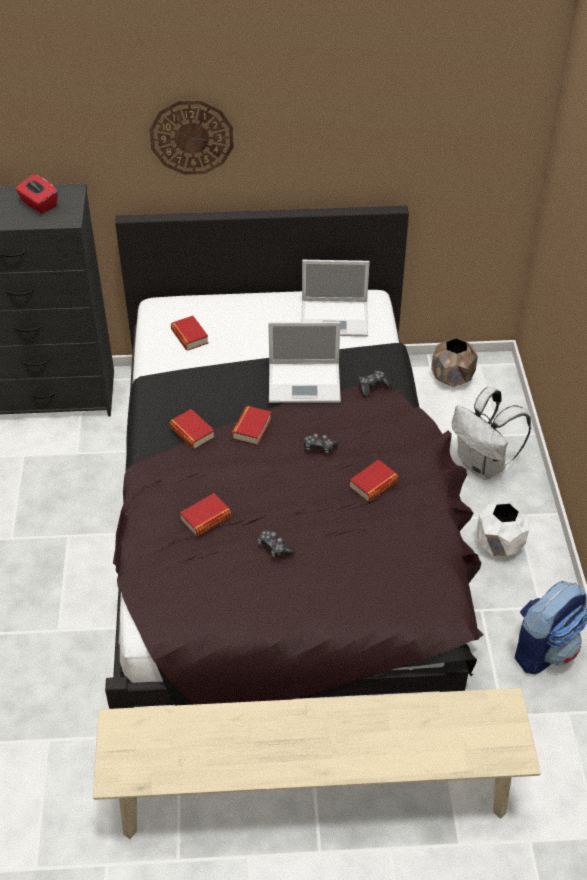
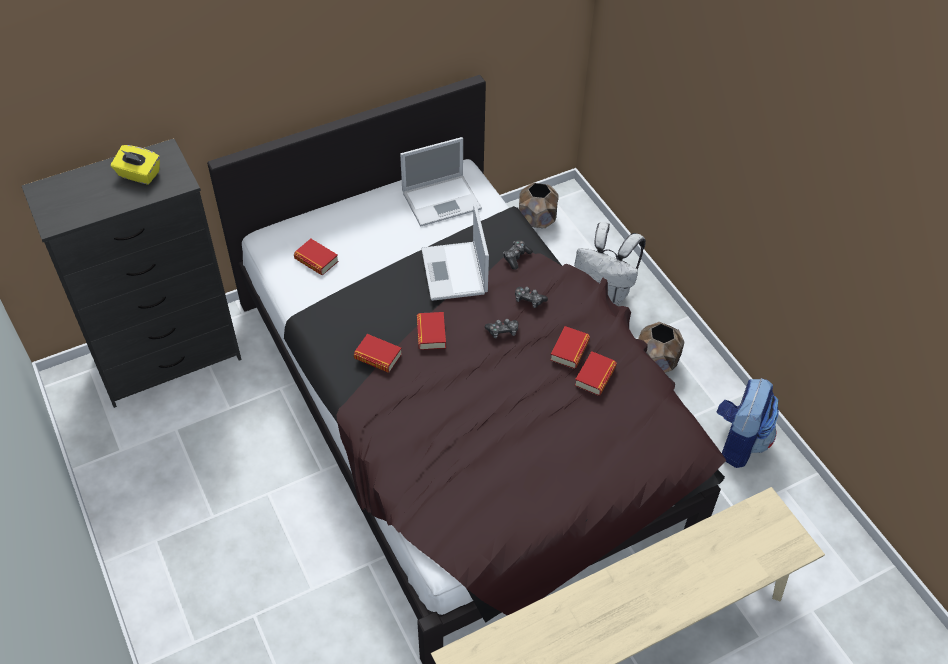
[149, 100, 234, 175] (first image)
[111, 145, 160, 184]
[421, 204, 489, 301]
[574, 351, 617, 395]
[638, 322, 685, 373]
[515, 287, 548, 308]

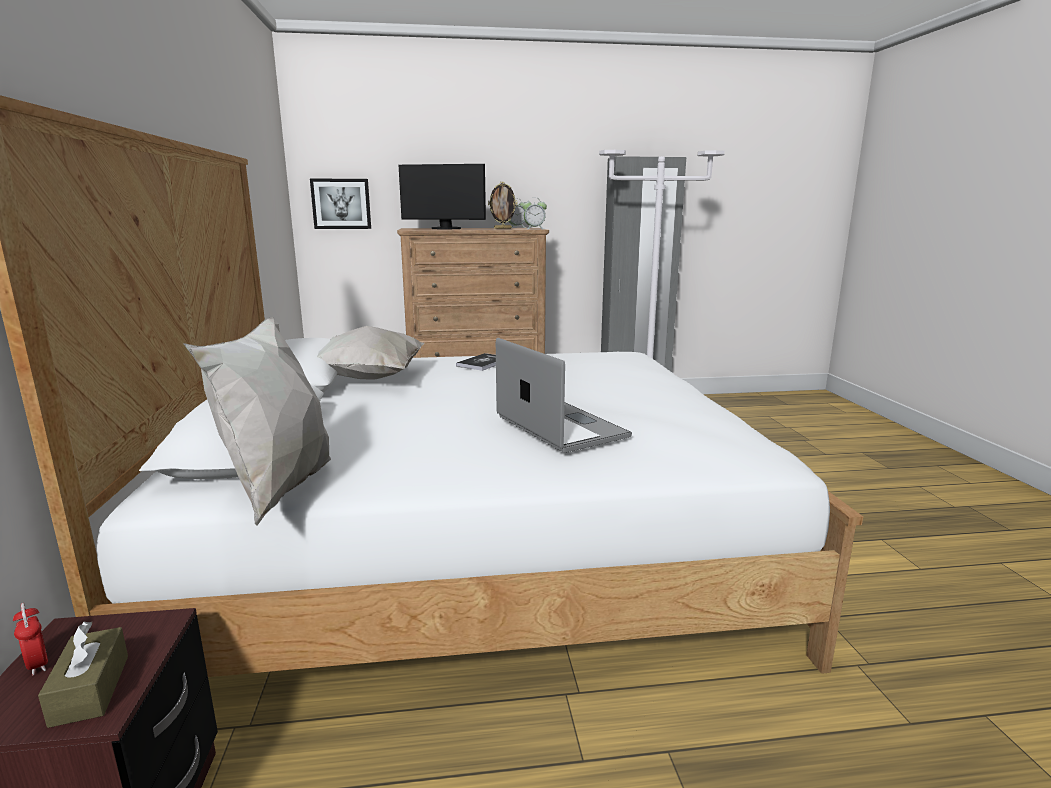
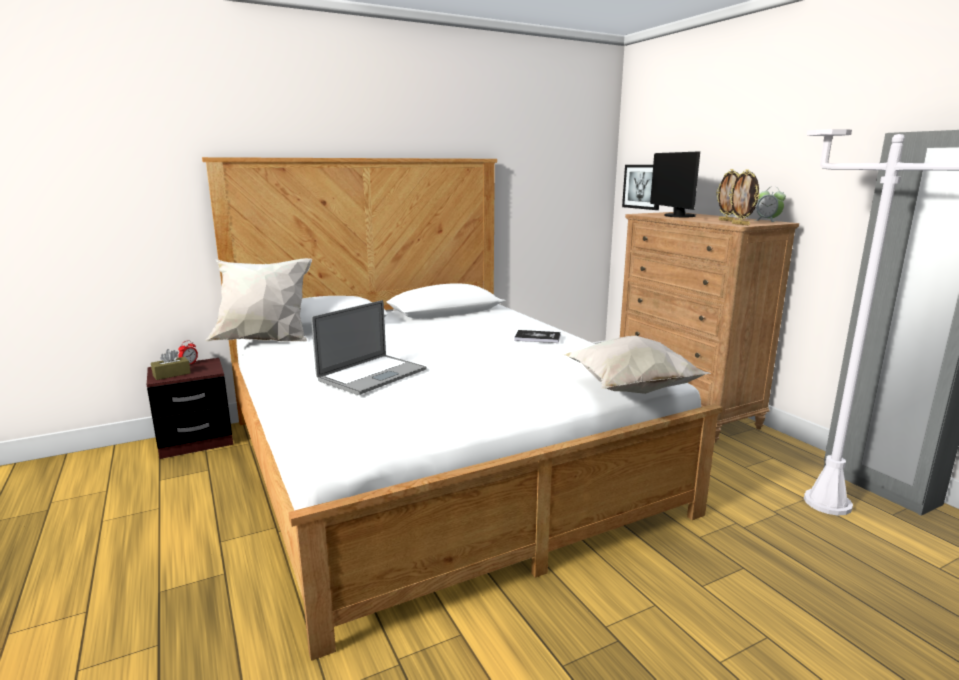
[729, 169, 760, 225]
[561, 336, 711, 394]

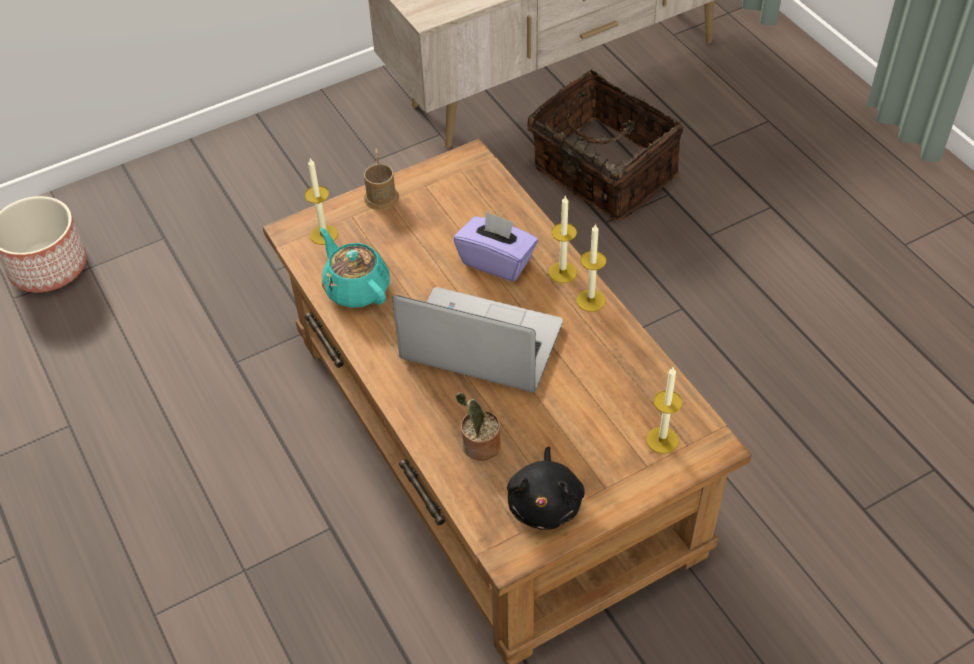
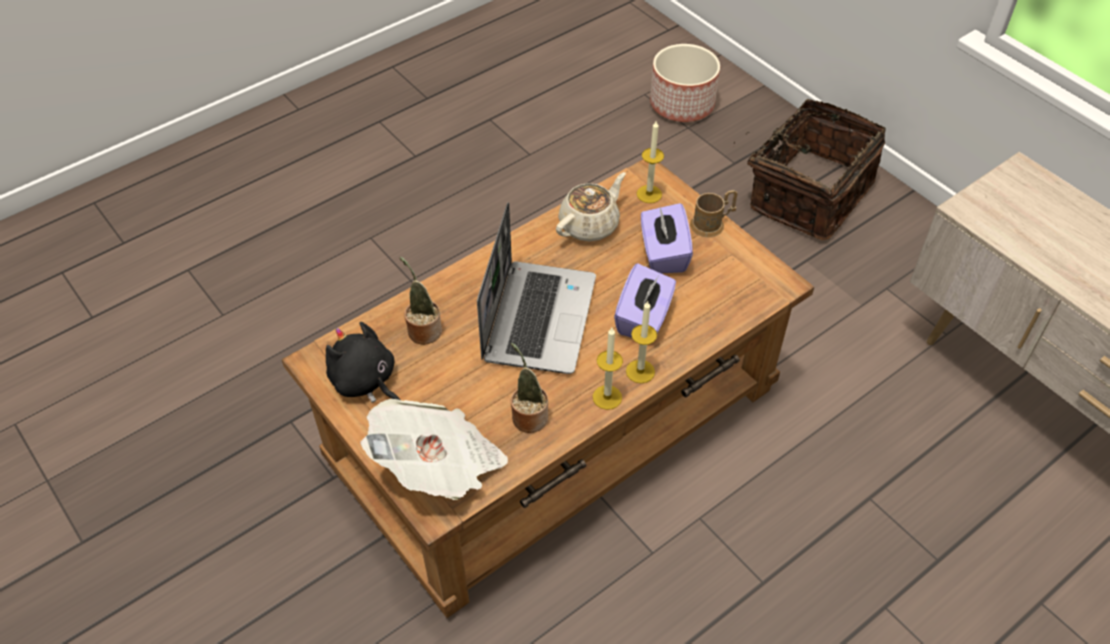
[733, 99, 886, 241]
[556, 172, 626, 241]
[360, 399, 508, 500]
[326, 322, 400, 402]
[641, 203, 693, 273]
[510, 343, 548, 433]

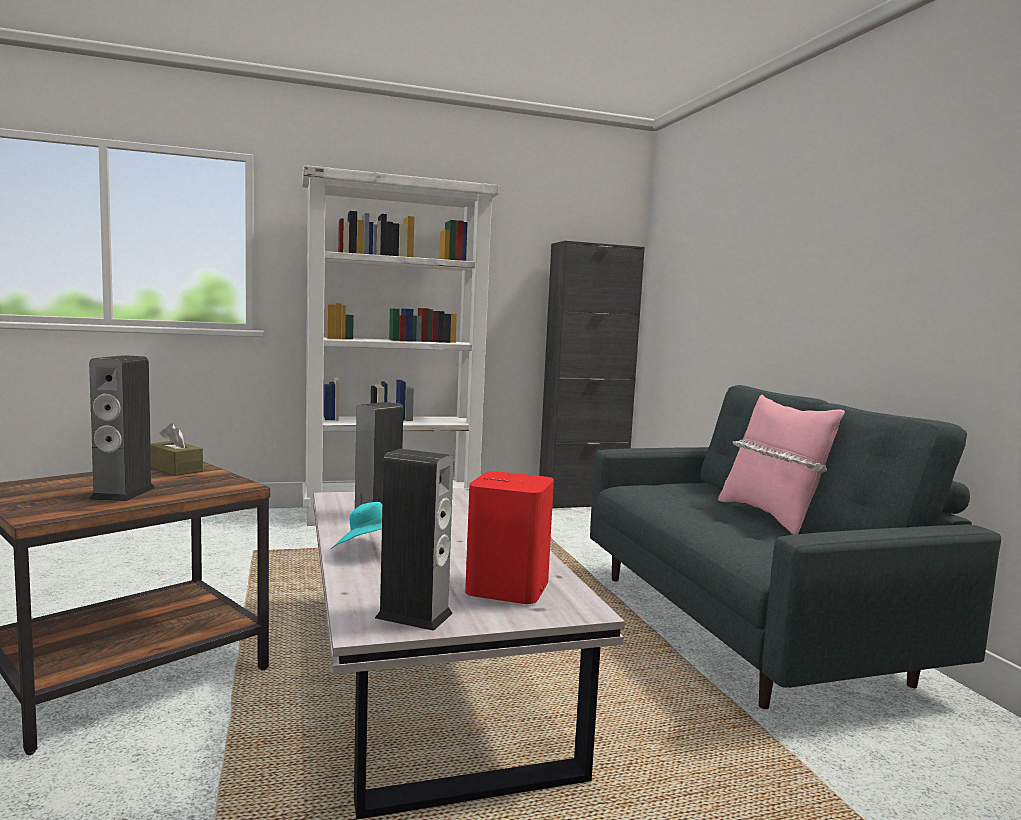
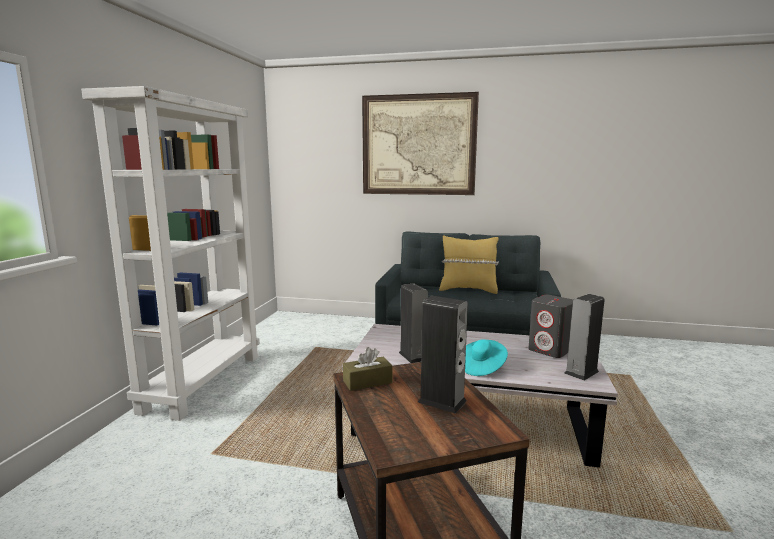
[539, 241, 645, 508] (first image)
[439, 235, 499, 294]
[528, 295, 573, 358]
[362, 92, 479, 195]

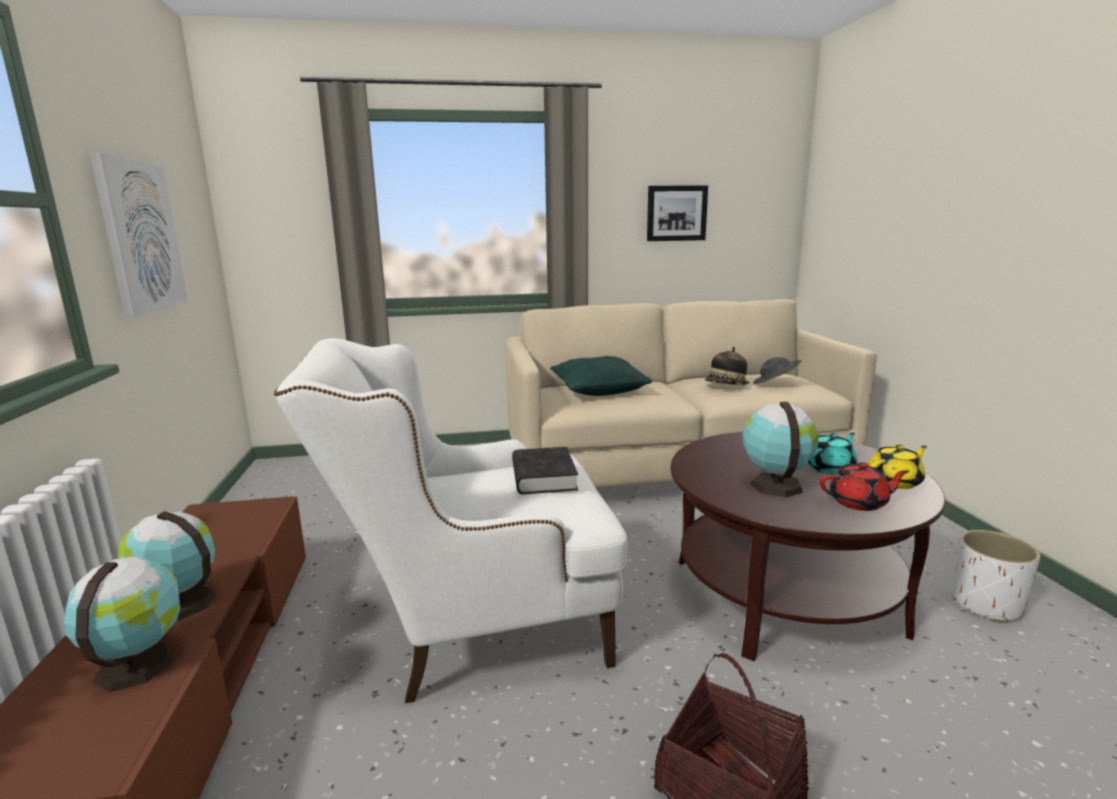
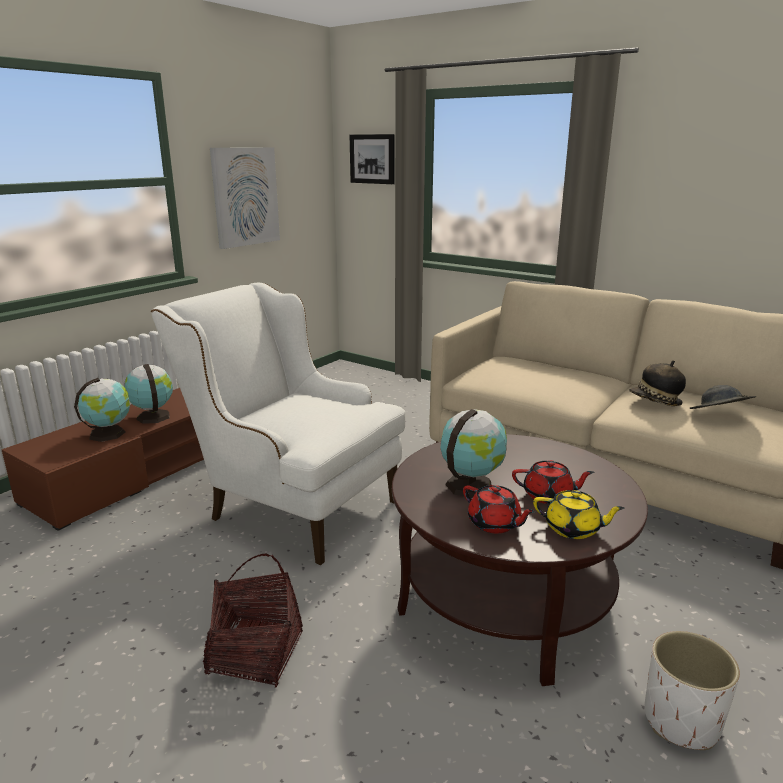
[349, 134, 394, 184]
[550, 356, 652, 396] (first image)
[512, 460, 594, 504]
[512, 447, 578, 494] (first image)

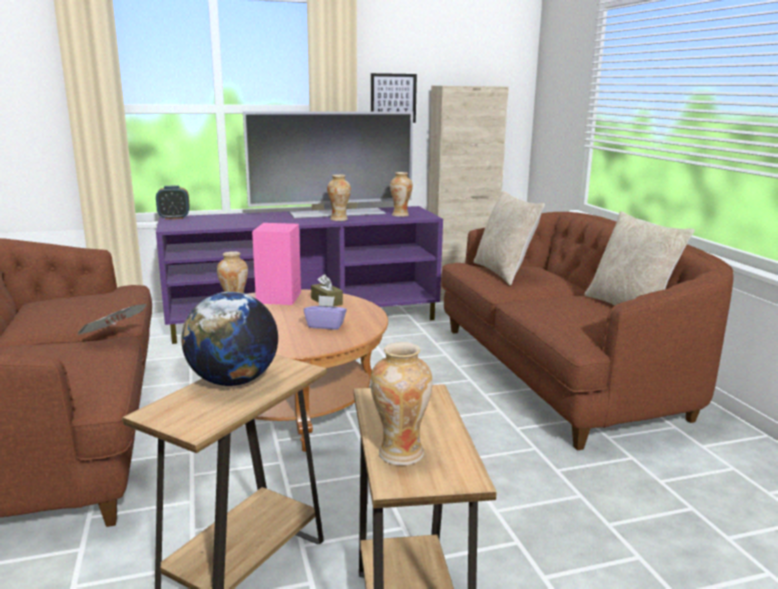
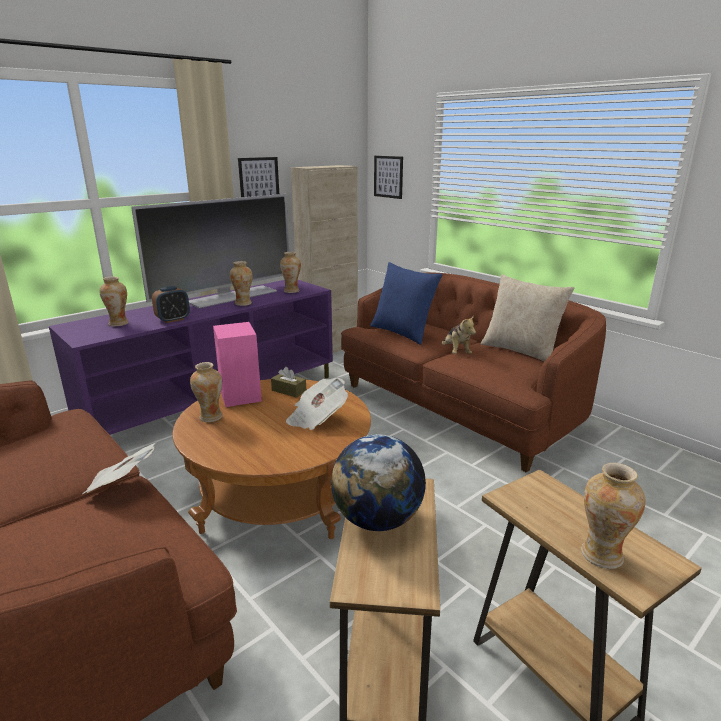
[152, 286, 190, 323]
[370, 262, 442, 345]
[286, 378, 348, 430]
[374, 156, 403, 199]
[99, 276, 129, 326]
[442, 315, 476, 354]

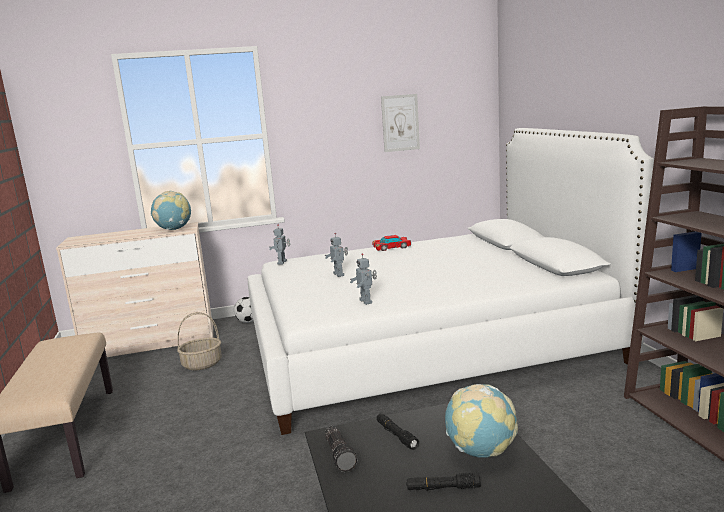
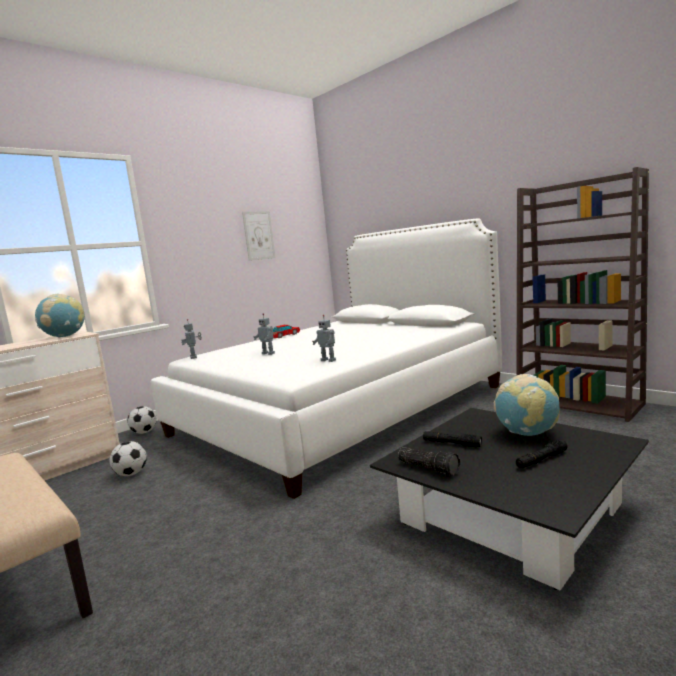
[110, 441, 147, 476]

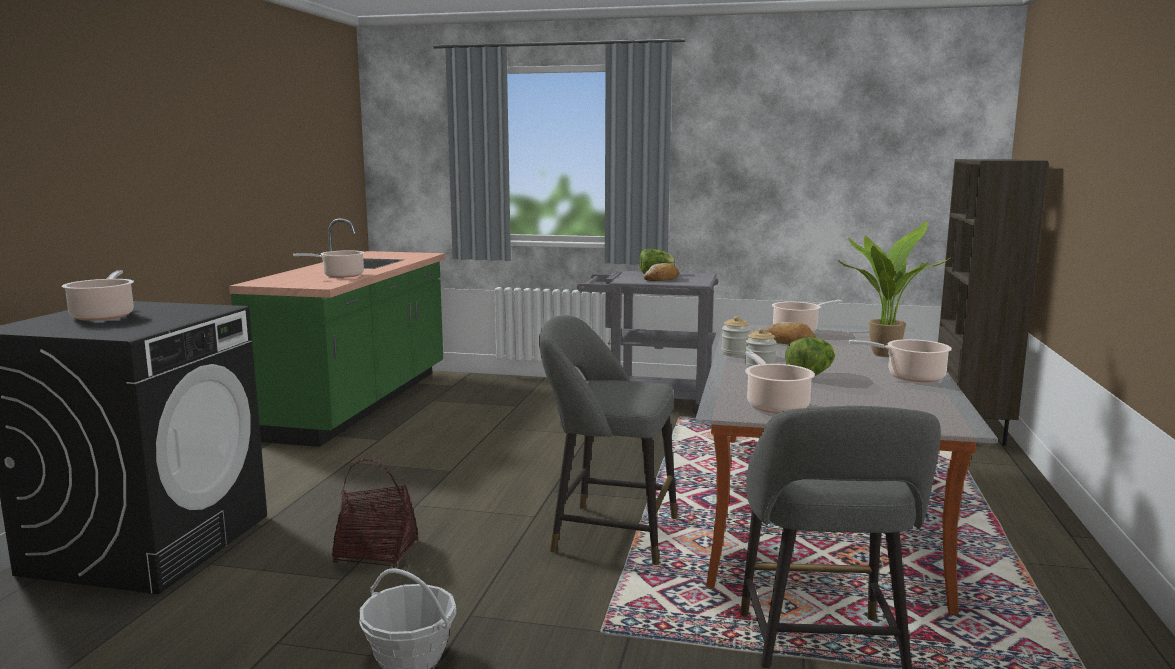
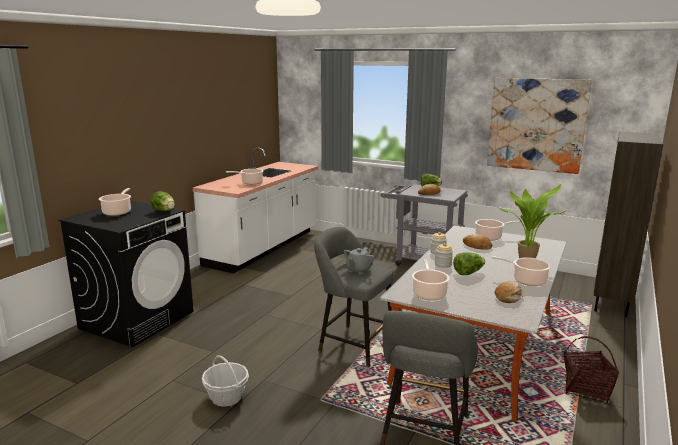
[193, 148, 318, 273]
[564, 336, 619, 404]
[487, 78, 592, 174]
[150, 191, 175, 211]
[344, 247, 375, 275]
[494, 281, 523, 303]

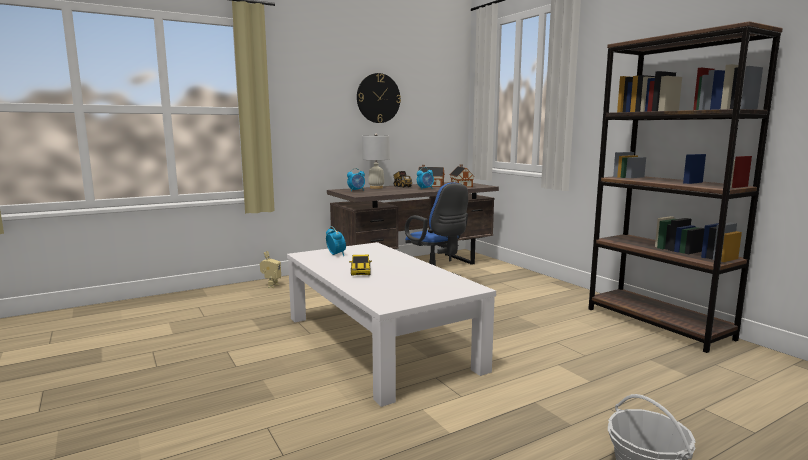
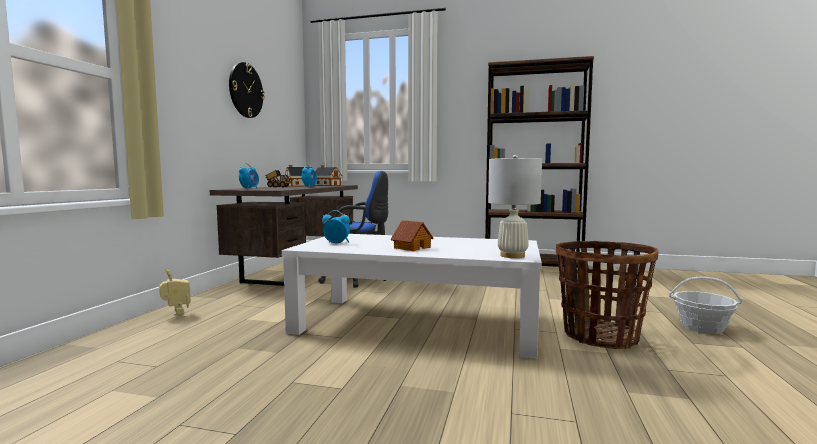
[488, 155, 542, 258]
[390, 220, 433, 251]
[556, 241, 659, 349]

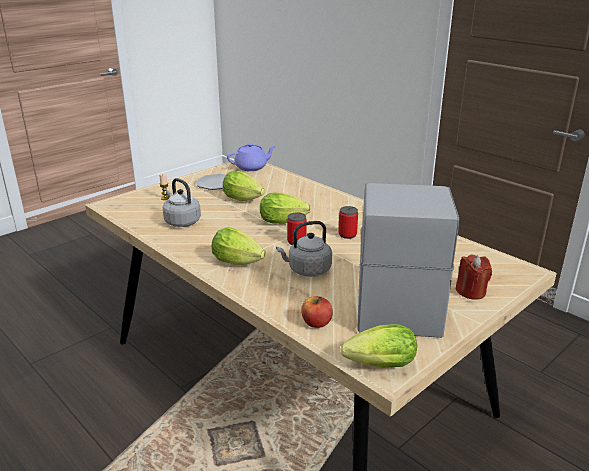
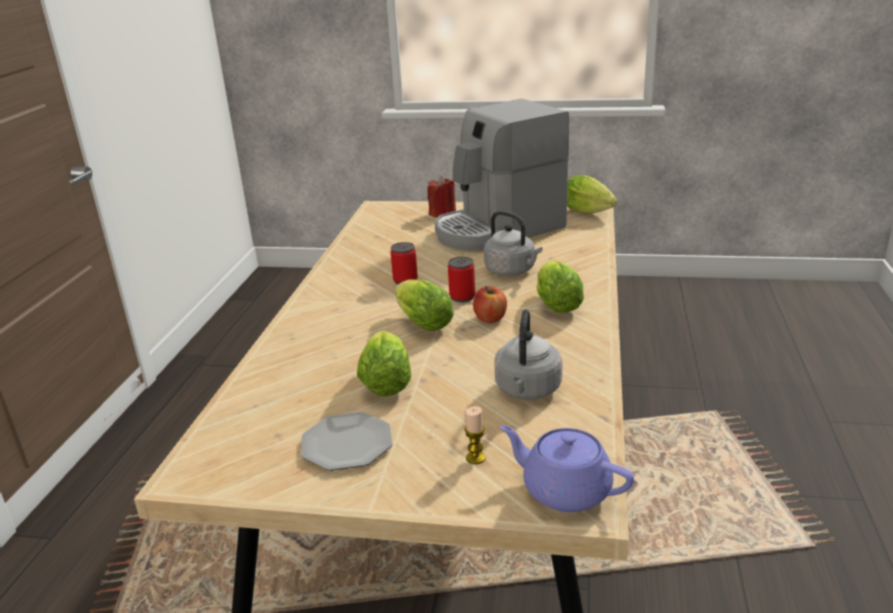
[500, 426, 634, 512]
[473, 286, 507, 323]

